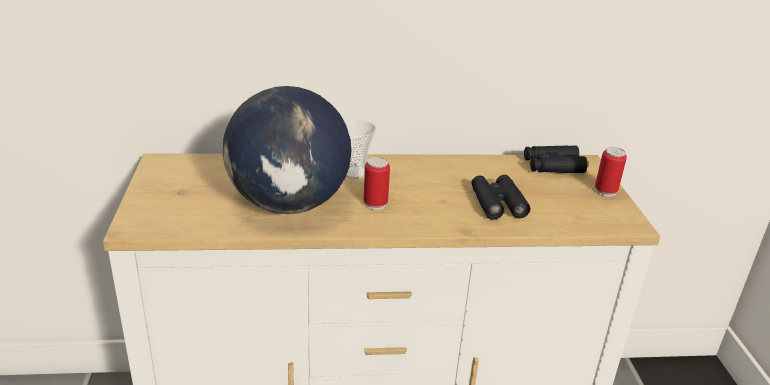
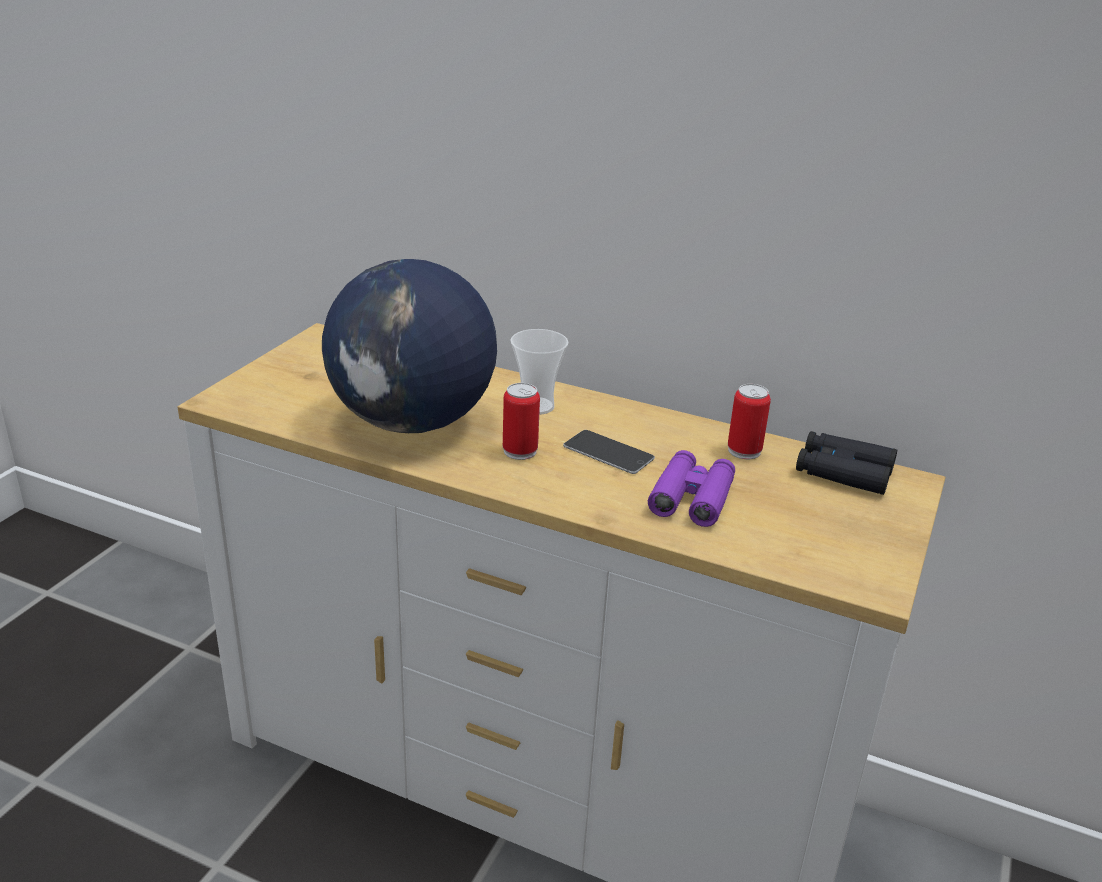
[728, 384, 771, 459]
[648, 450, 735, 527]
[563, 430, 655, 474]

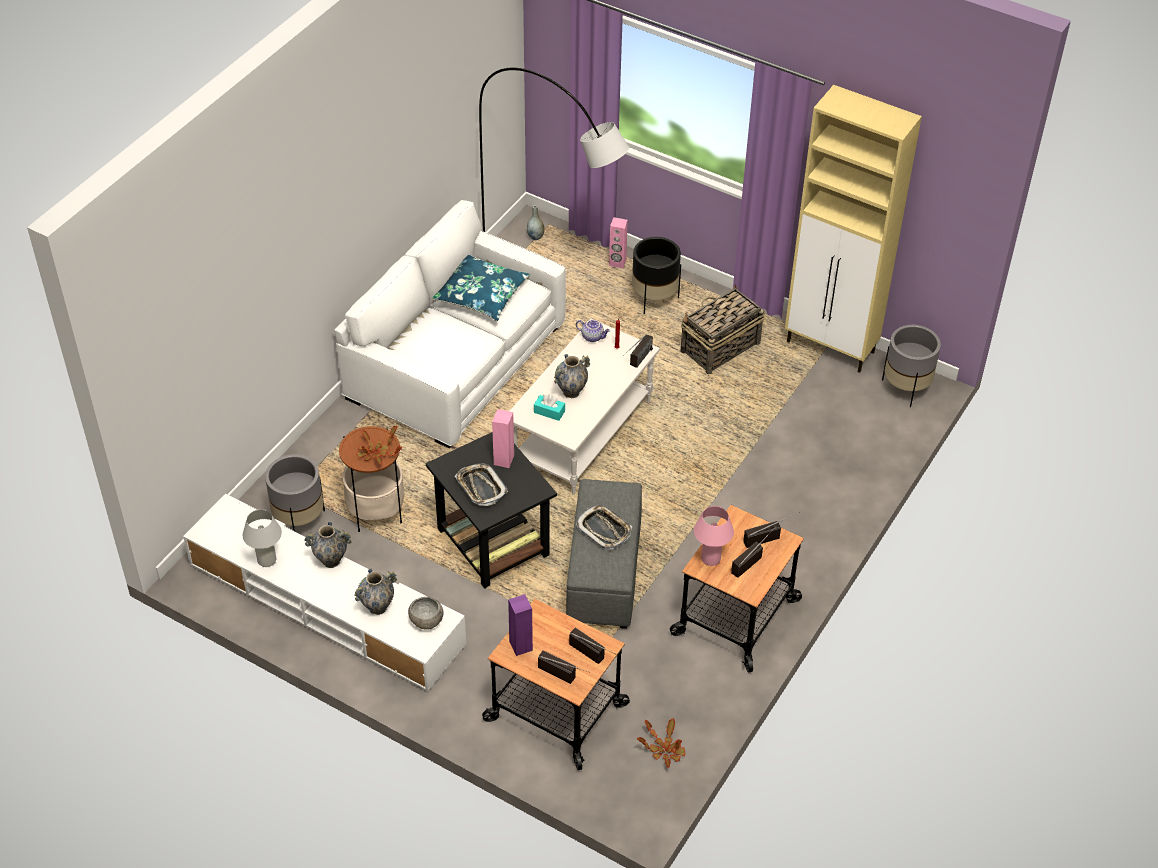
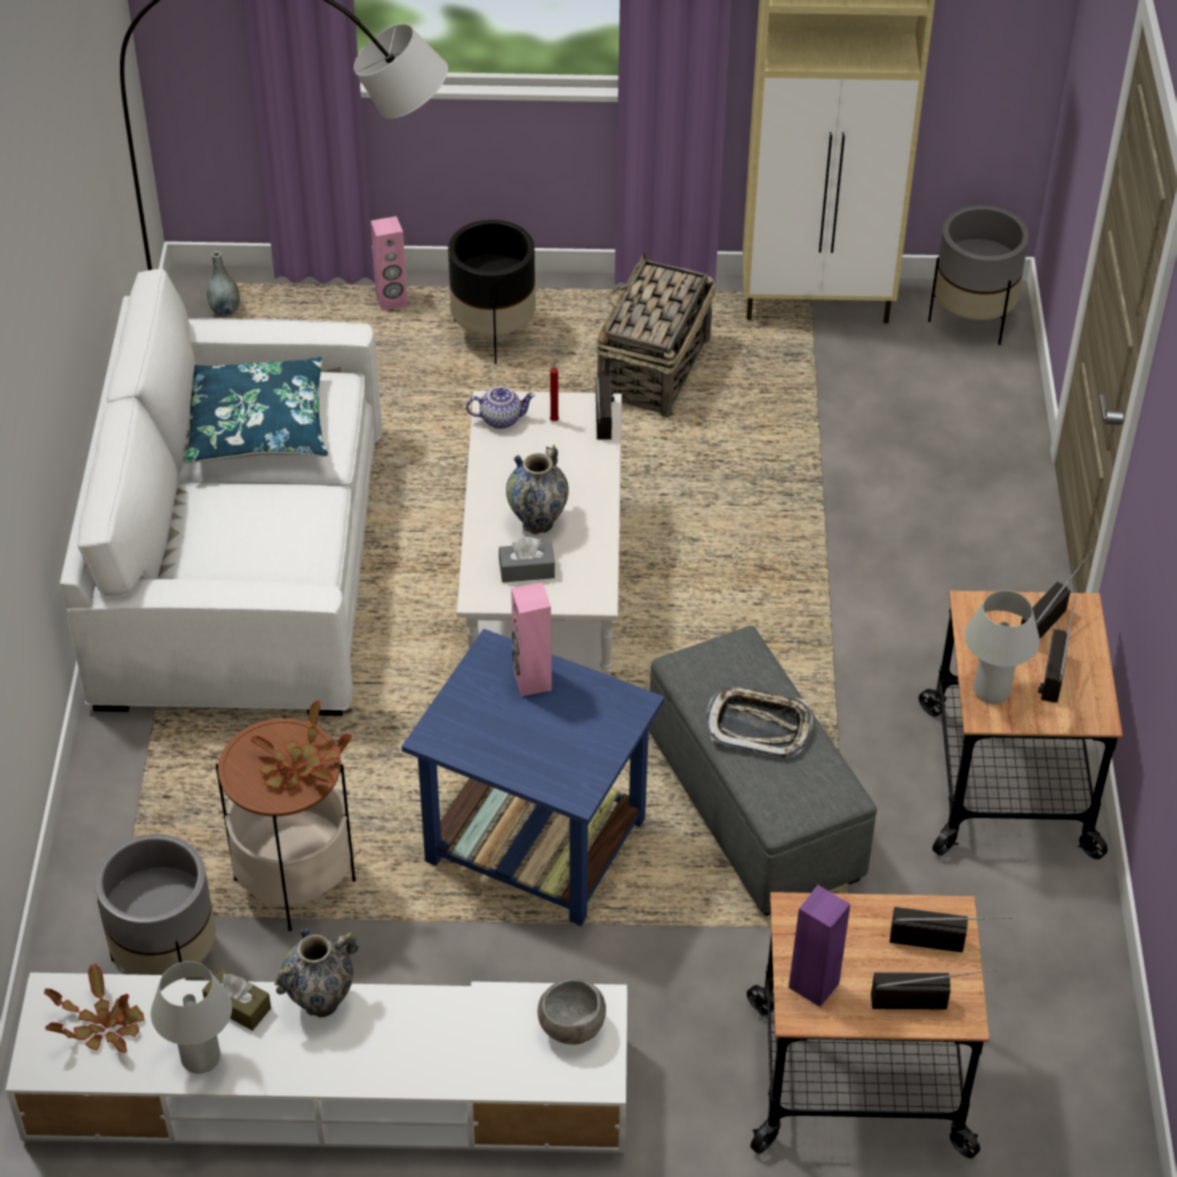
[499, 537, 555, 582]
[402, 629, 664, 926]
[455, 463, 508, 506] (first image)
[964, 590, 1040, 704]
[354, 569, 397, 615] (first image)
[44, 964, 144, 1053]
[202, 968, 271, 1031]

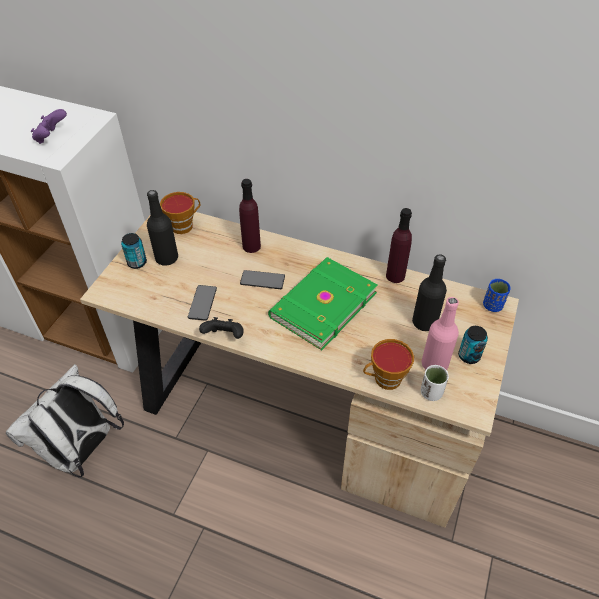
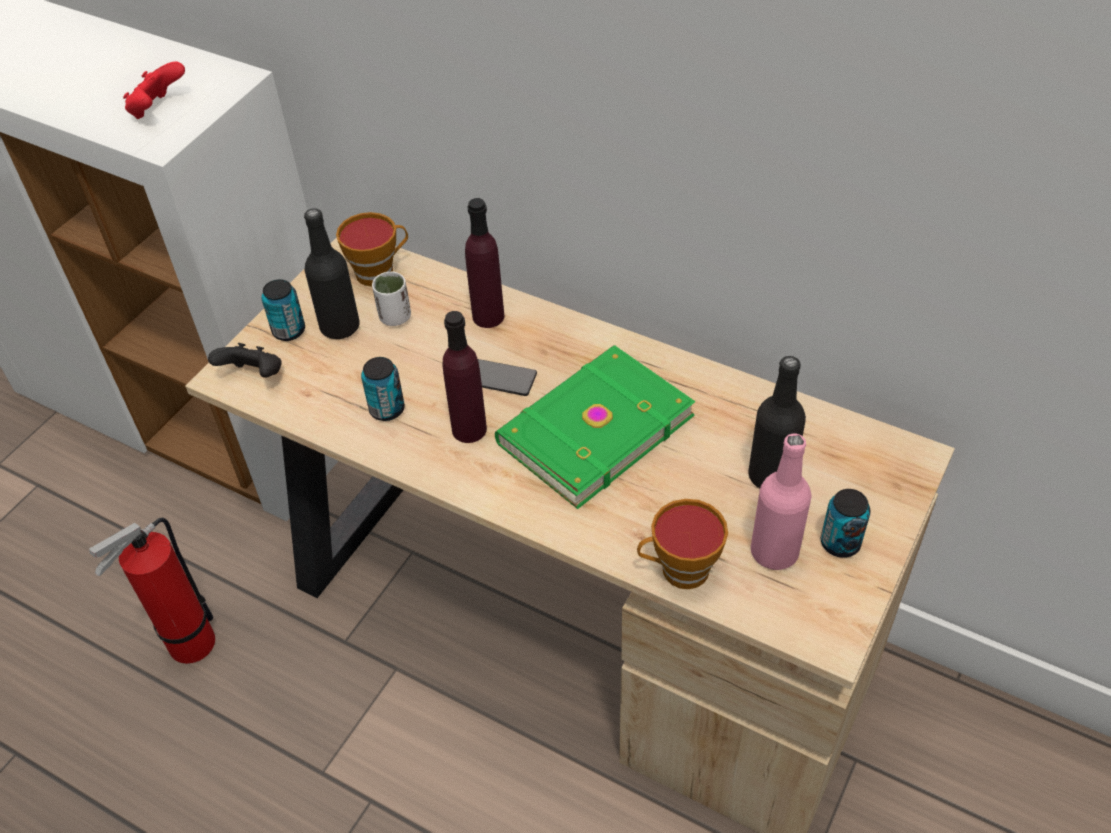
[123, 62, 185, 119]
[442, 311, 487, 443]
[483, 279, 511, 312] (first image)
[361, 357, 405, 421]
[208, 343, 282, 378]
[89, 517, 215, 664]
[372, 272, 411, 326]

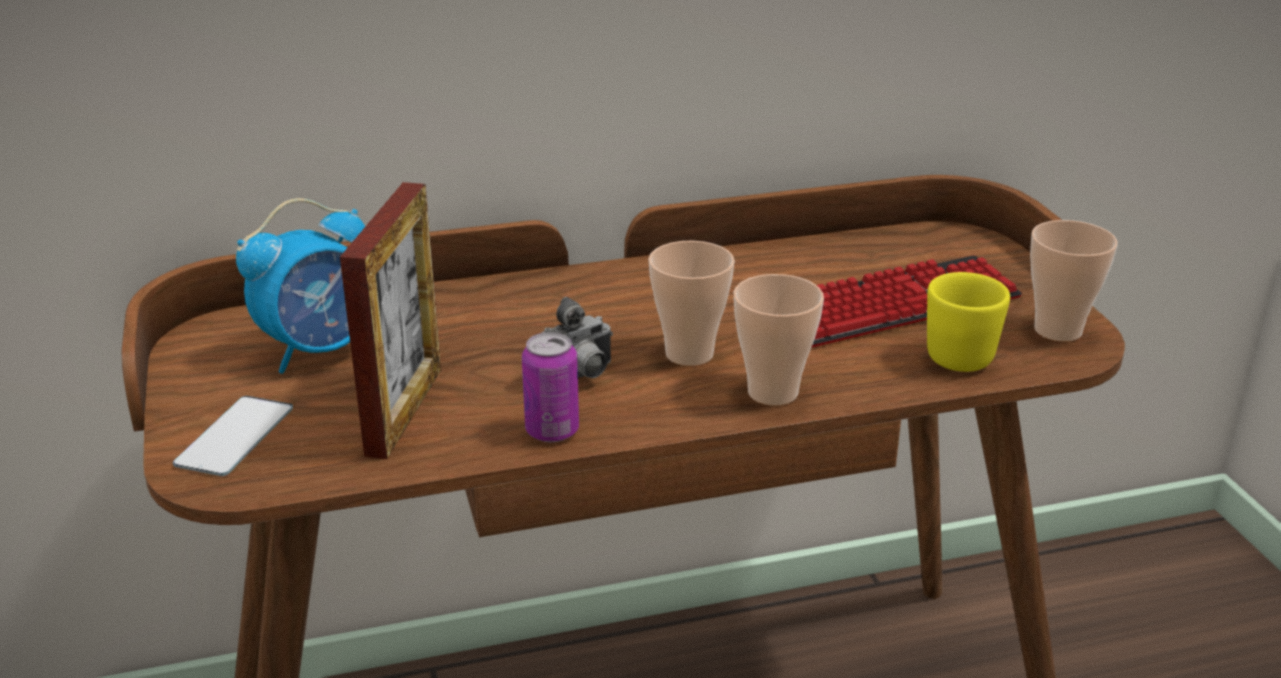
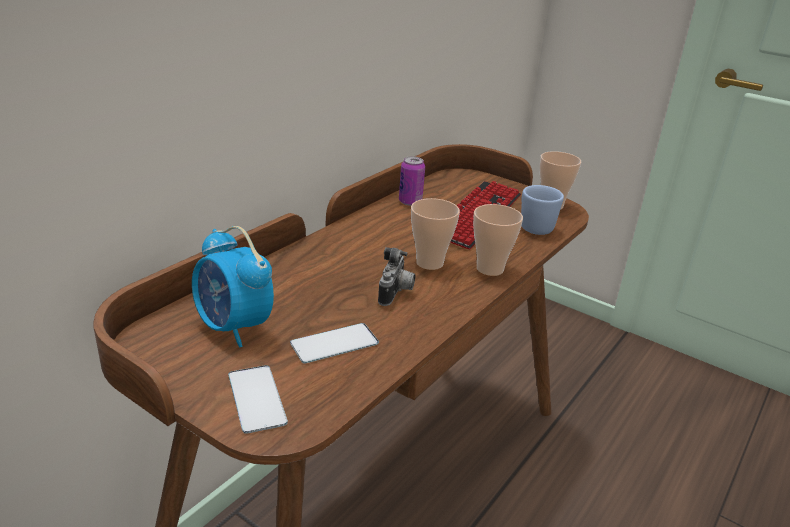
[290, 323, 379, 363]
[192, 226, 274, 348]
[521, 185, 564, 235]
[399, 156, 425, 206]

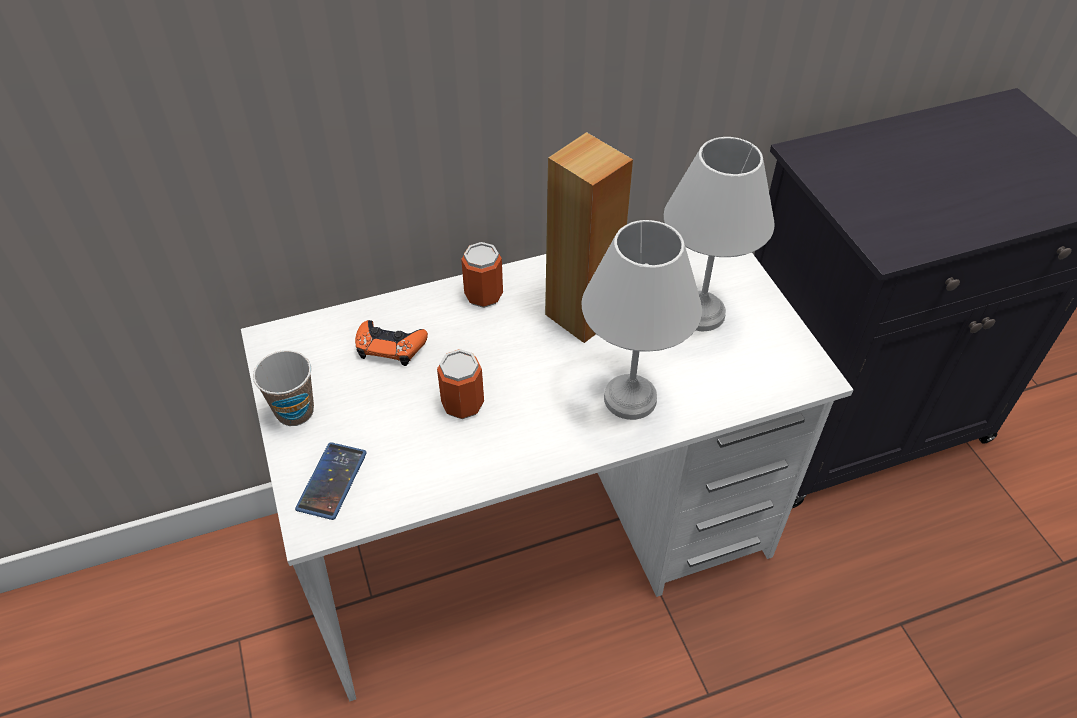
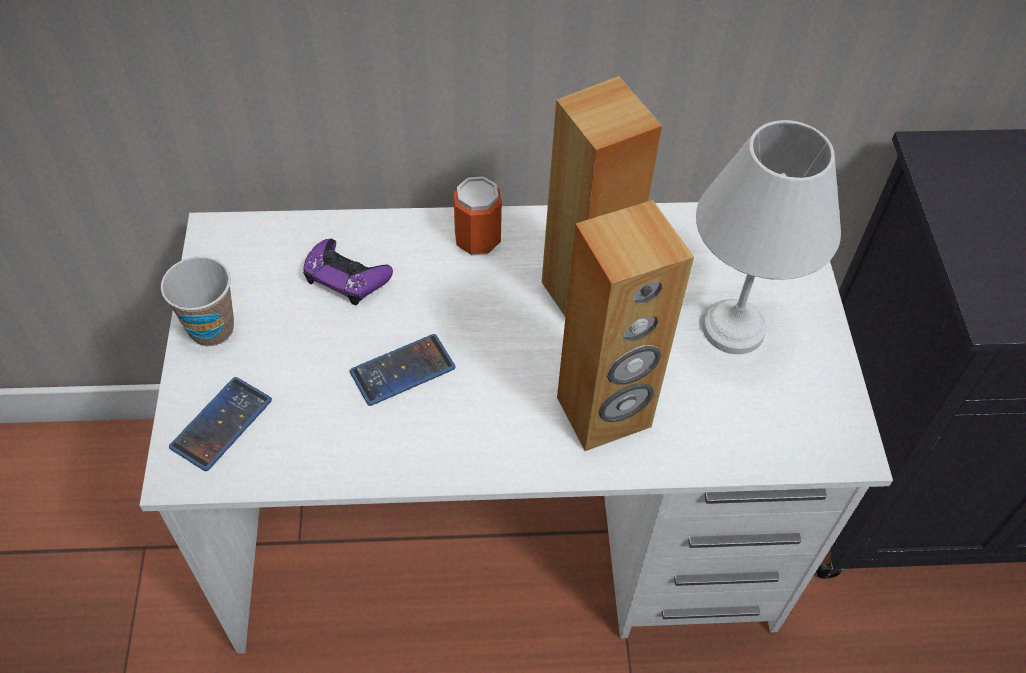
[557, 200, 694, 451]
[303, 239, 393, 305]
[350, 334, 456, 406]

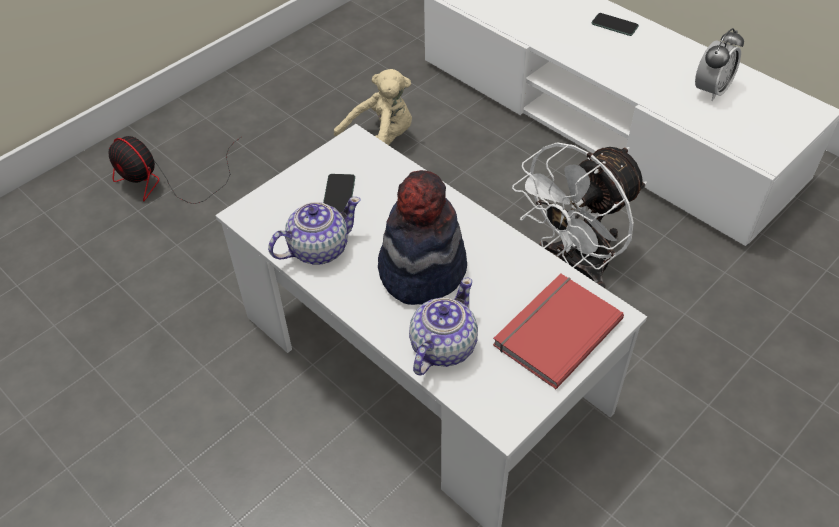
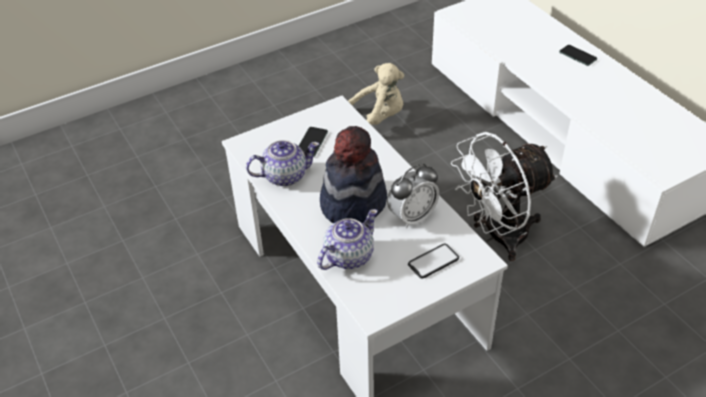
[387, 163, 439, 228]
[109, 136, 242, 204] (first image)
[408, 244, 459, 278]

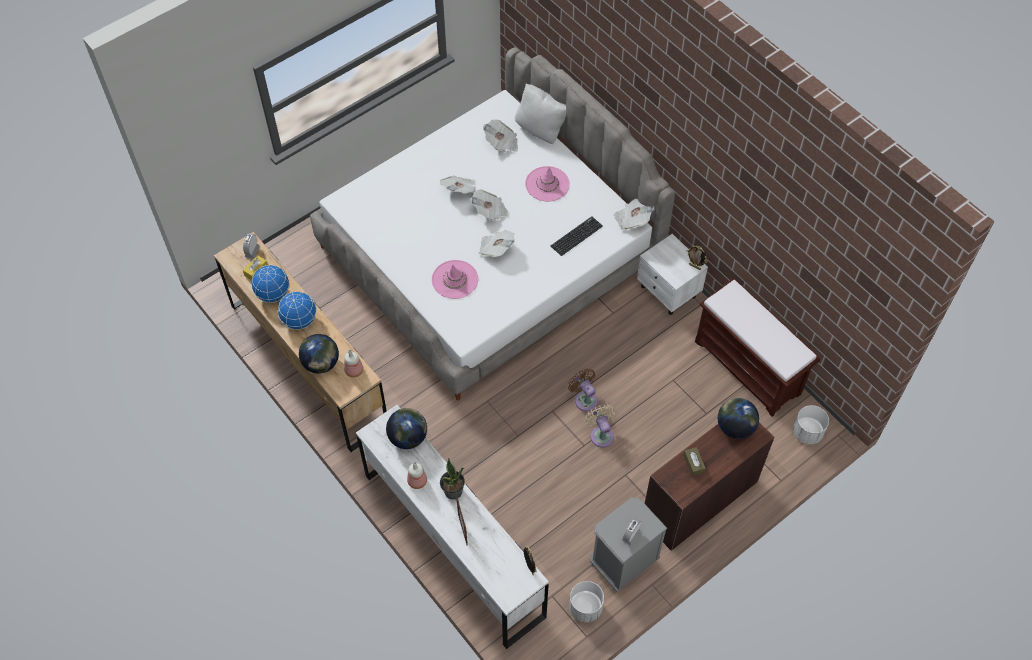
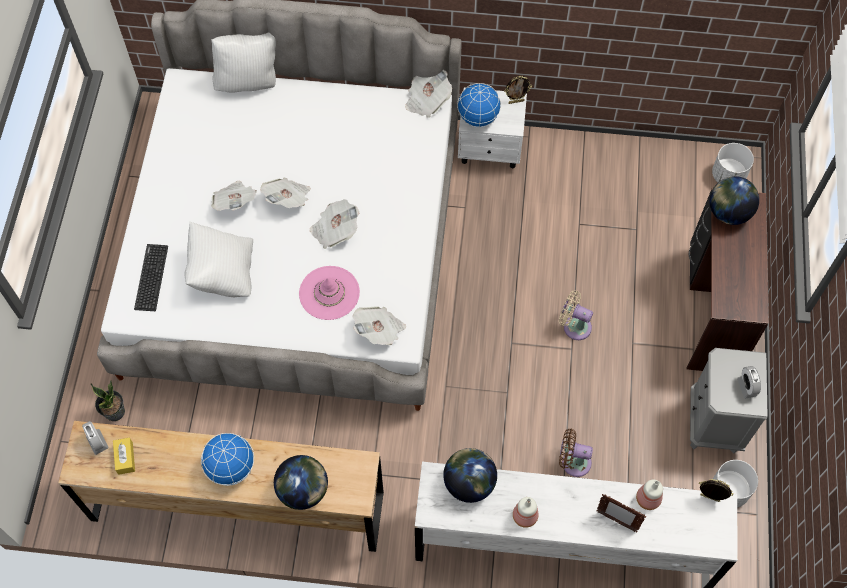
[353, 306, 406, 345]
[525, 166, 570, 201] (first image)
[134, 244, 168, 311]
[457, 83, 501, 127]
[695, 278, 820, 417] (first image)
[636, 479, 663, 510]
[559, 429, 593, 477]
[683, 447, 706, 477] (first image)
[90, 380, 125, 421]
[184, 221, 253, 297]

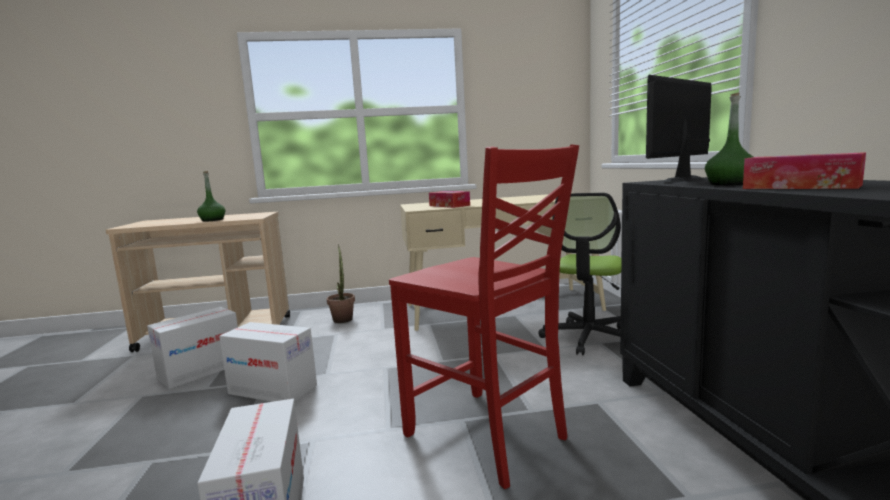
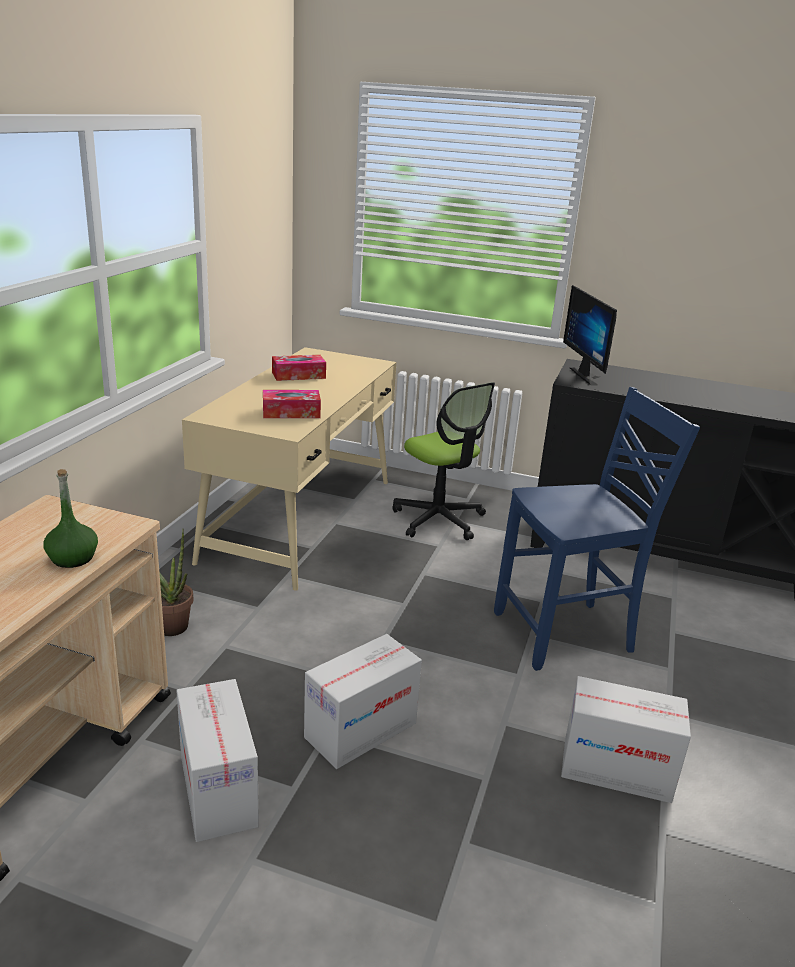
[705, 92, 753, 185] (first image)
[494, 387, 700, 671]
[272, 355, 326, 381]

